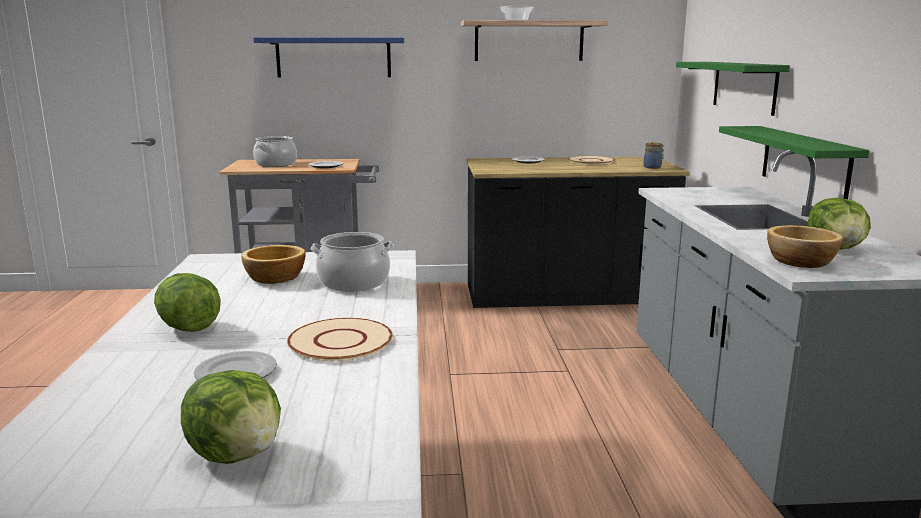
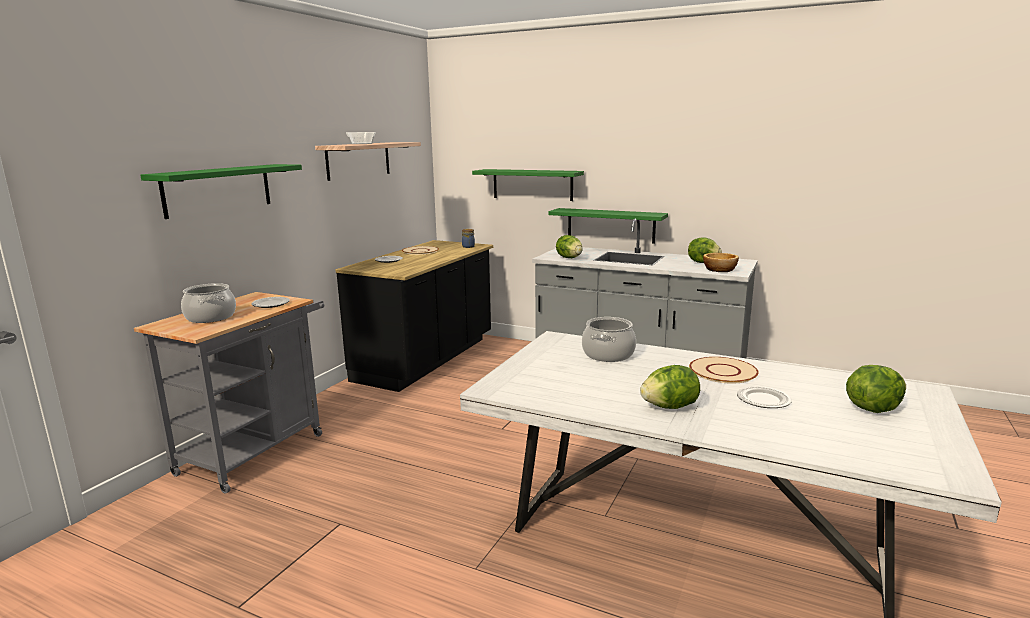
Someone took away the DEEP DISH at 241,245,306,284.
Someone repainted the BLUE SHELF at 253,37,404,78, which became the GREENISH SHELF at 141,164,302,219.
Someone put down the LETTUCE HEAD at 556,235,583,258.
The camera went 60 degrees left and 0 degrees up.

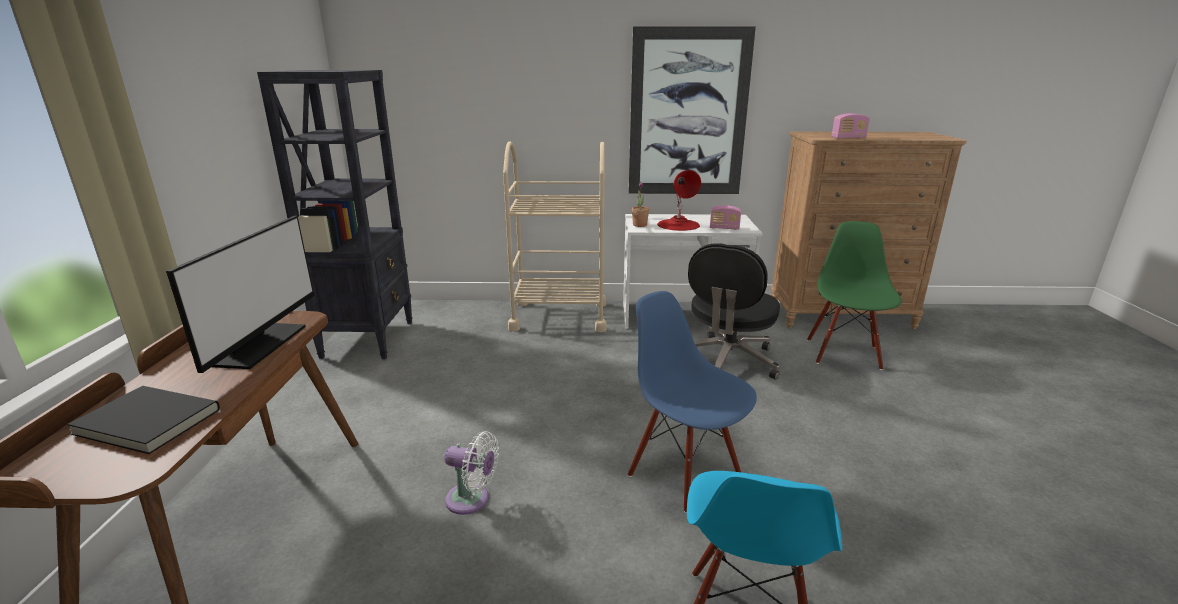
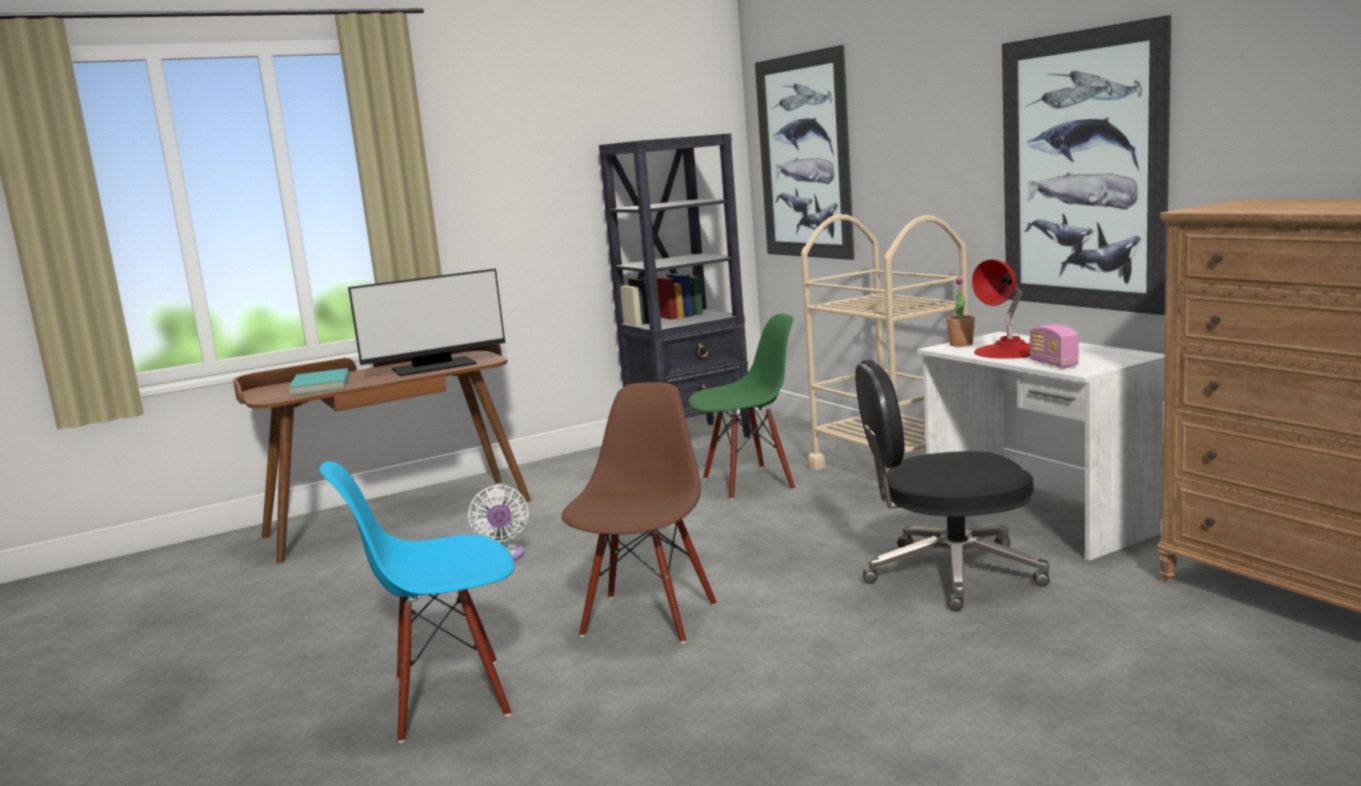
Someone repainted the BLACK-COLOURED BOOK at 67,386,220,454, which became the TURQUOISE BOOK at 289,368,349,396.
Someone repainted the BLUE UPRIGHT CHAIR at 628,291,757,513, which became the BROWNISH UPRIGHT CHAIR at 562,382,717,643.
Someone carried the GREENISH UPRIGHT CHAIR from 807,221,902,370 to 689,314,795,500.
Someone took away the RADIO SET at 832,113,870,139.
Someone put up the WALL ART at 755,45,854,260.
The camera went 60 degrees right and 10 degrees down.

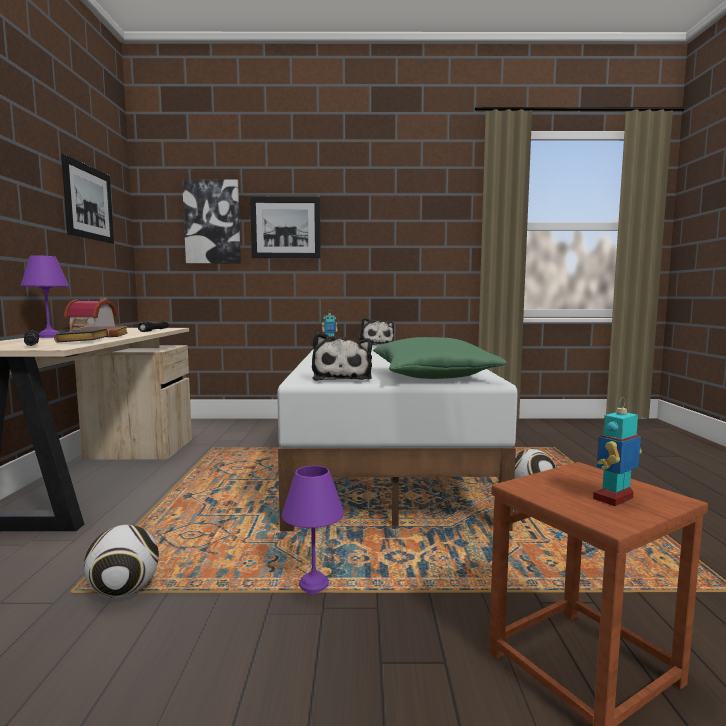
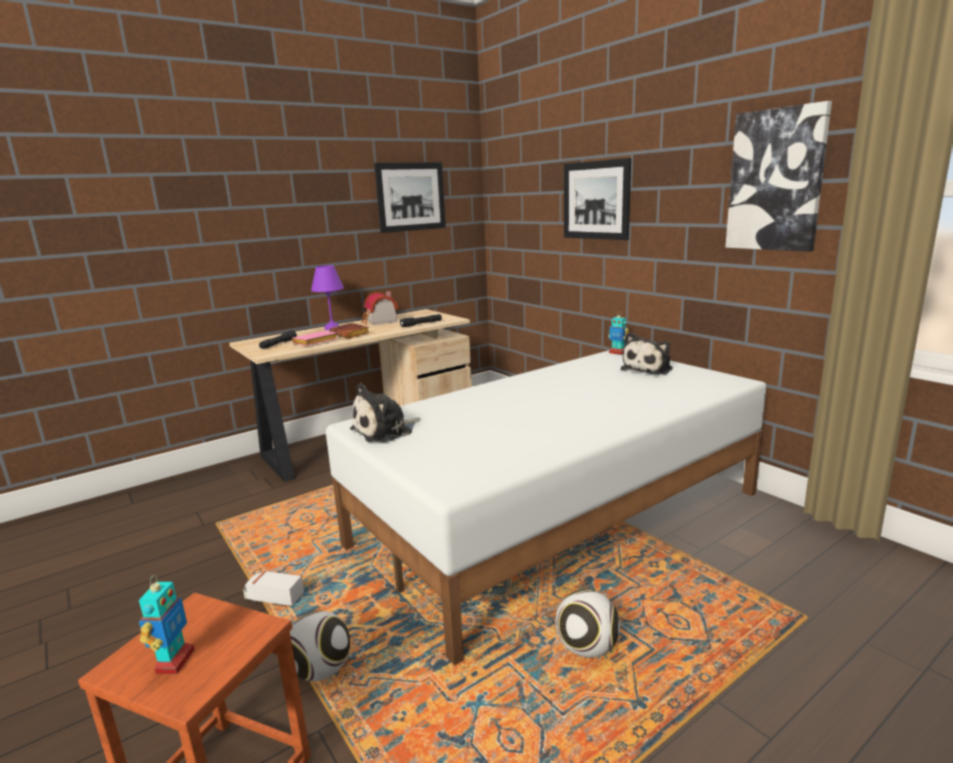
Someone repainted the BLACK-COLOURED BOOK at 54,329,108,342, which became the PINK-COLOURED BOOK at 292,331,338,346.
Someone carried the BALL FOR FOOTBALL from 84,525,159,598 to 290,611,350,681.
Someone carried the WALL ART from 182,179,241,263 to 725,101,832,252.
Someone swapped the PURPLE-COLOURED LAMP FOR A TABLE at 282,466,344,594 for the TOY TRUCK at 243,570,304,606.
Someone took away the GREENISH CUSHION at 373,337,507,379.
Someone rotated the MODEL ROBOT at 593,397,642,506 by 75 degrees clockwise.
The camera went 55 degrees right and 10 degrees up.

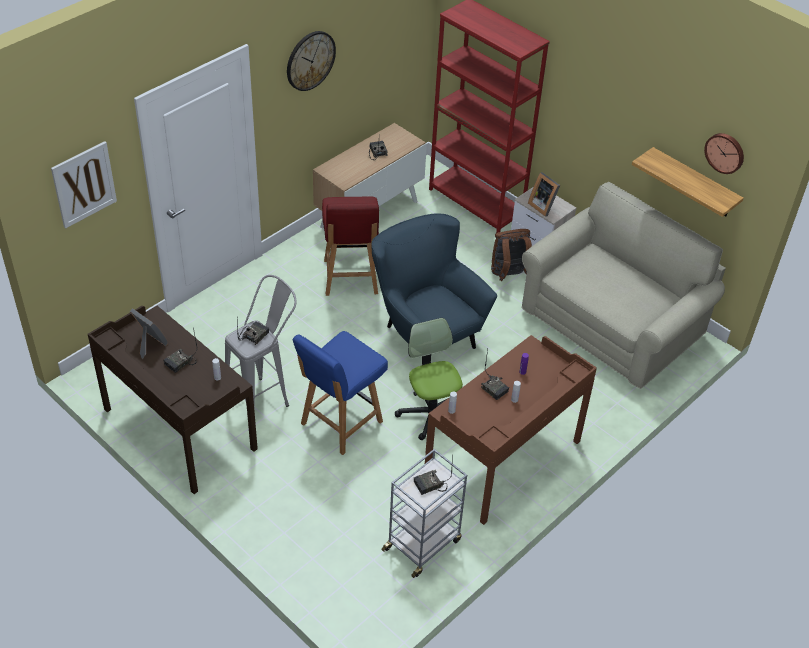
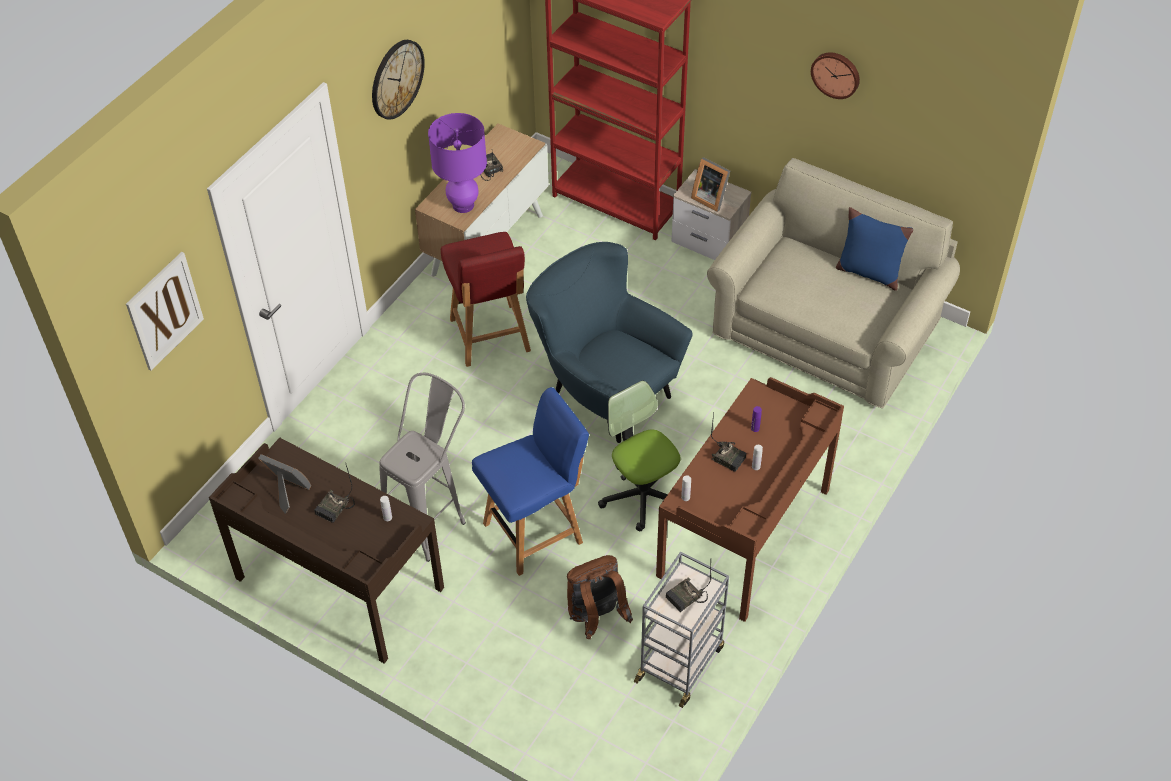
Someone took away the RADIO SET at 237,317,269,345.
Someone rotated the BLUE UPRIGHT CHAIR at 293,331,388,455 by 150 degrees counterclockwise.
Someone carried the BROWNISH BACKPACK from 491,229,532,281 to 567,555,633,639.
Someone took away the SHELF at 632,147,744,217.
Someone carried the HANGING CLOCK from 704,133,744,174 to 811,52,860,99.
Someone put down the PURPLE-COLOURED LAMP FOR A TABLE at 428,113,487,213.
Someone put down the BLUE CUSHION at 836,207,913,291.
The camera went 10 degrees left and 5 degrees up.

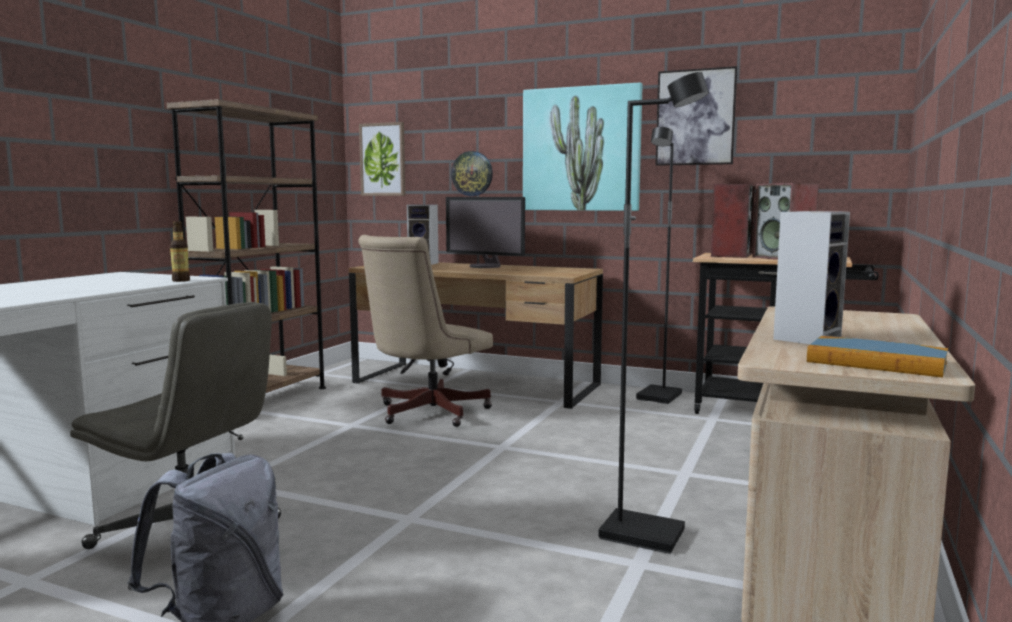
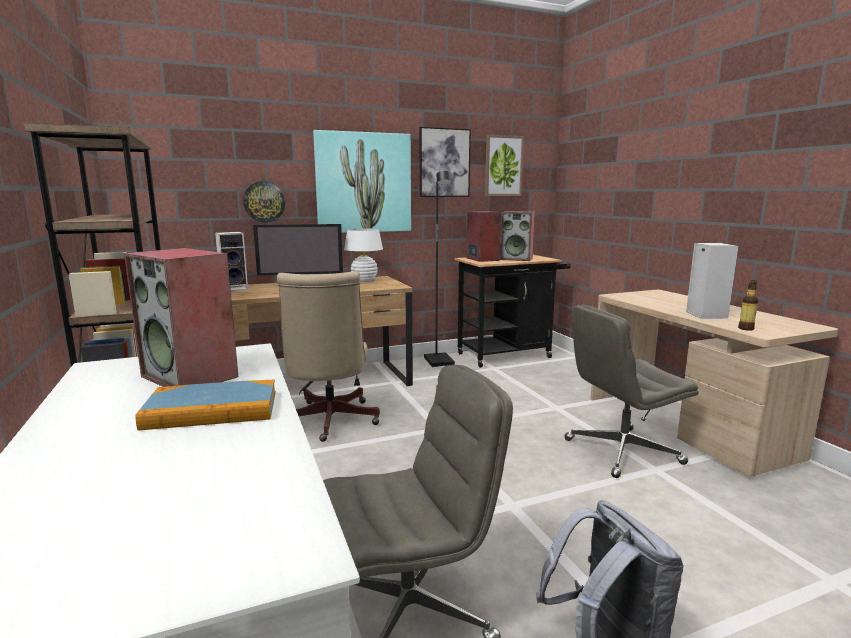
Someone carried the DRINK BOTTLE from 170,221,190,282 to 738,280,758,331.
Someone carried the WALL ART from 359,122,405,196 to 485,135,524,196.
Someone swapped the BLACK-COLOURED STANDARD LAMP at 598,72,709,554 for the GREYISH OFFICE CHAIR at 564,305,699,478.
Someone carried the BOOK from 807,336,948,378 to 135,380,276,430.
Someone put down the SPEAKER at 124,248,238,387.
Someone put down the WHITE LAMP FOR A TABLE at 344,228,383,282.
The camera went 45 degrees left and 5 degrees up.

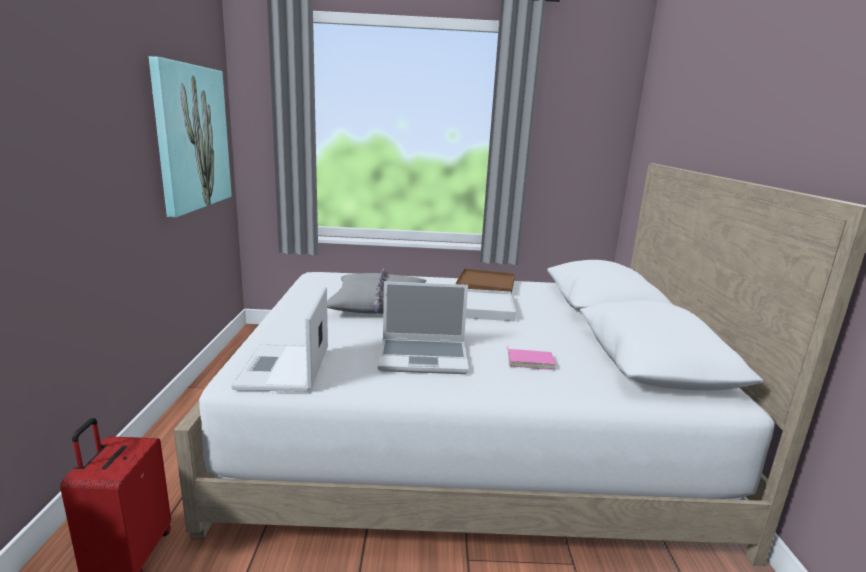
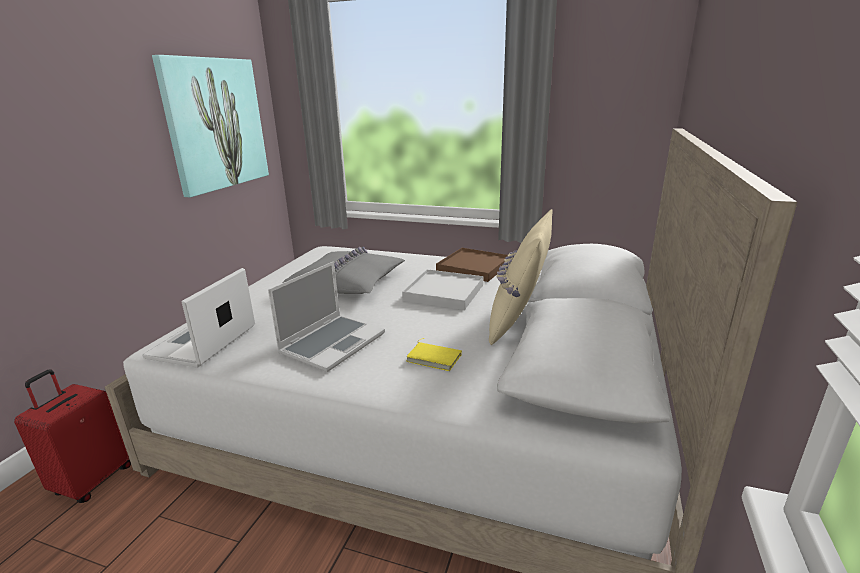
Someone rotated the LAPTOP at 378,281,469,374 by 75 degrees counterclockwise.
Someone repainted the PINK-COLOURED BOOK at 507,345,556,370, which became the YELLOWISH BOOK at 406,338,462,371.
Someone put down the SAND-COLOURED CUSHION at 489,209,552,345.
The camera went 20 degrees right and 5 degrees up.

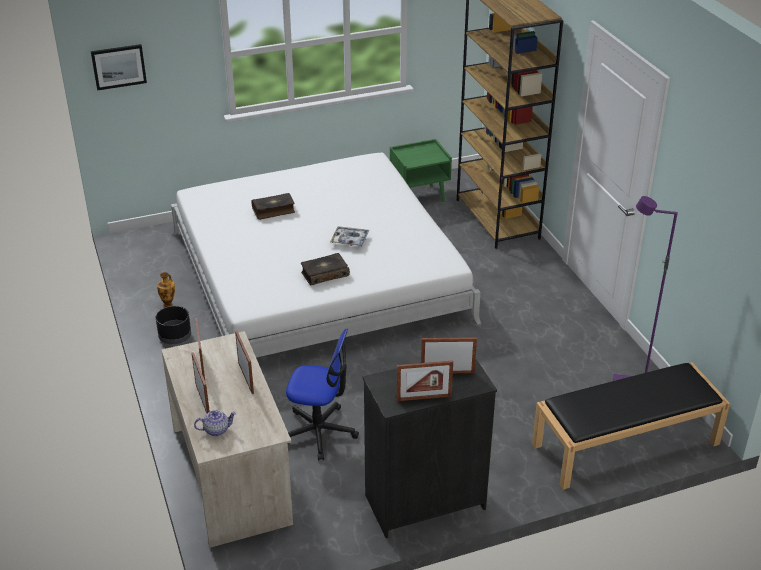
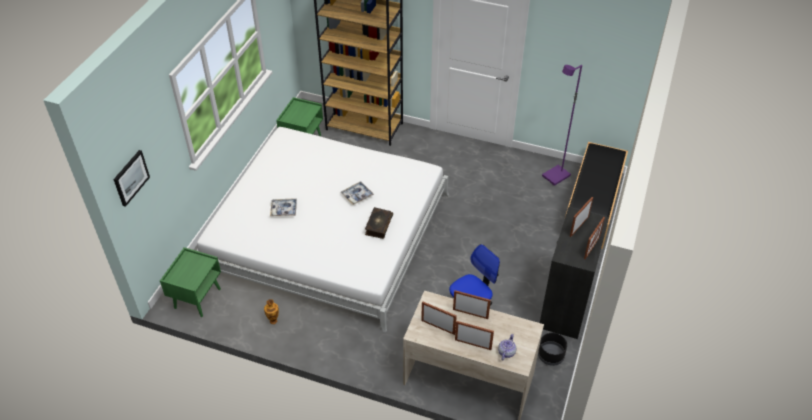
Someone carried the BLACK-COLOURED PLANTER from 156,306,191,344 to 538,333,567,366.
Someone swapped the BOOK at 251,193,295,220 for the SERVING TRAY at 270,198,297,216.
Someone put down the GREENISH NIGHTSTAND at 160,247,221,317.
The camera went 50 degrees left and 10 degrees up.

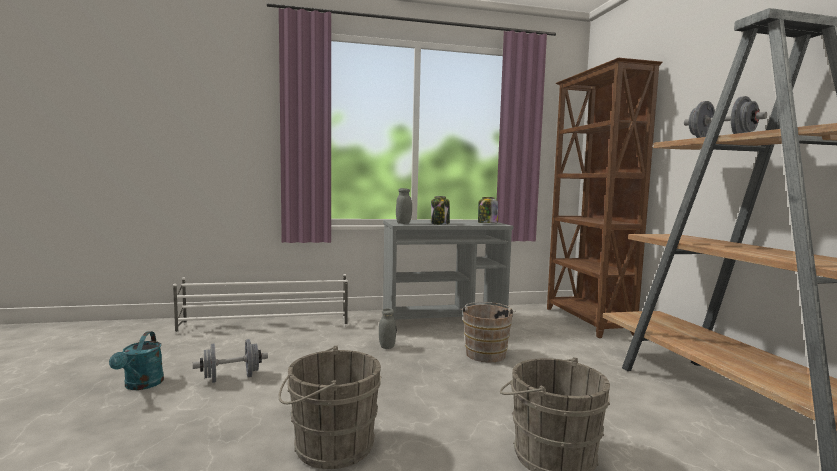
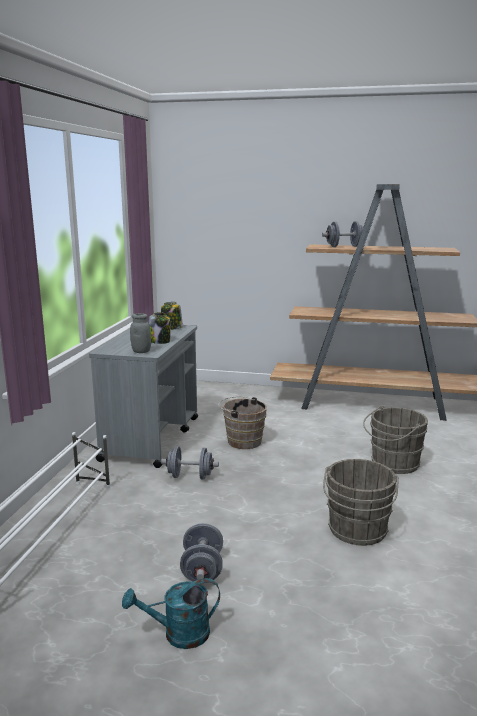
Someone rotated the TURQUOISE SPRINKLING CAN at 109,331,164,390 by 150 degrees clockwise.
Someone swapped the GREYISH JAR at 379,308,396,349 for the GREYISH DUMBBELL at 161,446,219,480.
Someone took away the BROWNISH BOOKCASE at 547,58,662,338.
The camera went 65 degrees left and 10 degrees up.

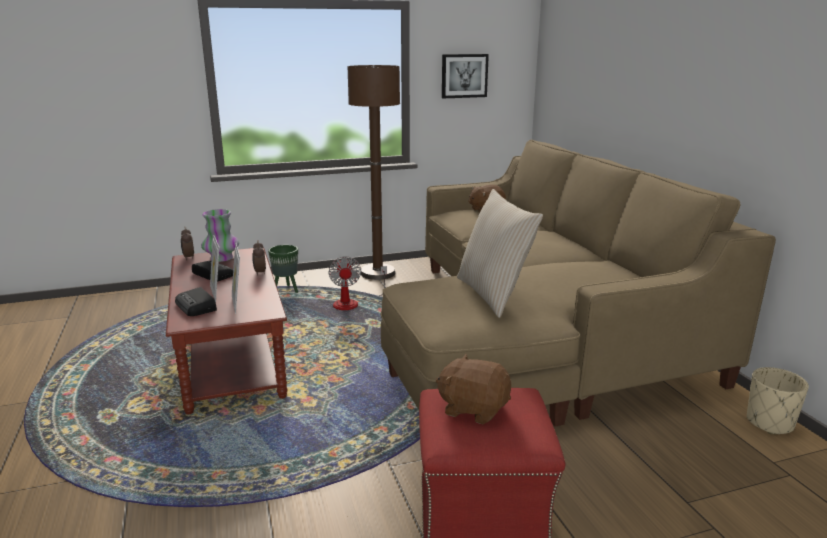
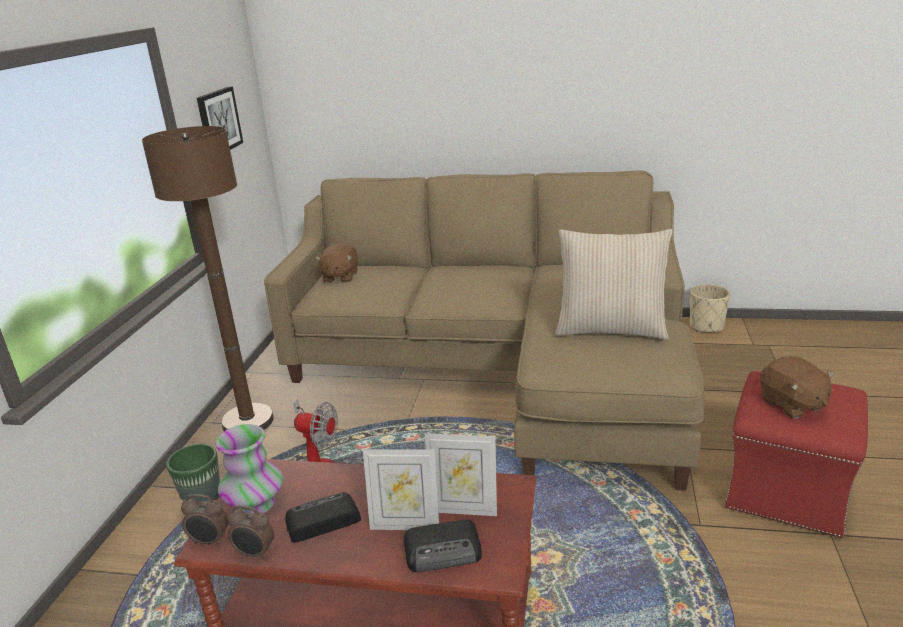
Someone carried the TABLE CLOCK from 253,240,266,276 to 227,505,274,559.
Someone rotated the BROWNISH SOFT TOY at 436,354,511,424 by 75 degrees counterclockwise.
The camera went 60 degrees left and 5 degrees up.

